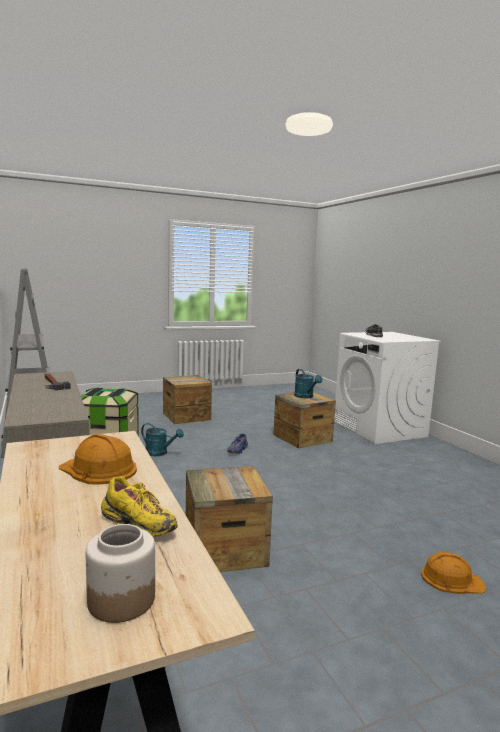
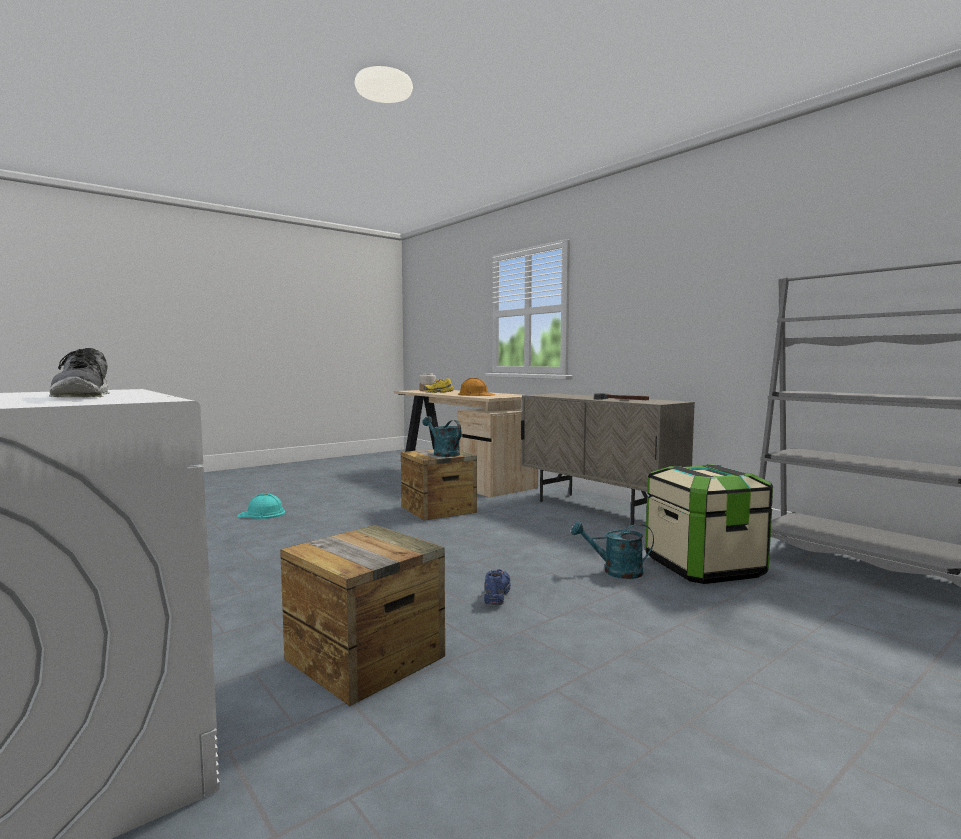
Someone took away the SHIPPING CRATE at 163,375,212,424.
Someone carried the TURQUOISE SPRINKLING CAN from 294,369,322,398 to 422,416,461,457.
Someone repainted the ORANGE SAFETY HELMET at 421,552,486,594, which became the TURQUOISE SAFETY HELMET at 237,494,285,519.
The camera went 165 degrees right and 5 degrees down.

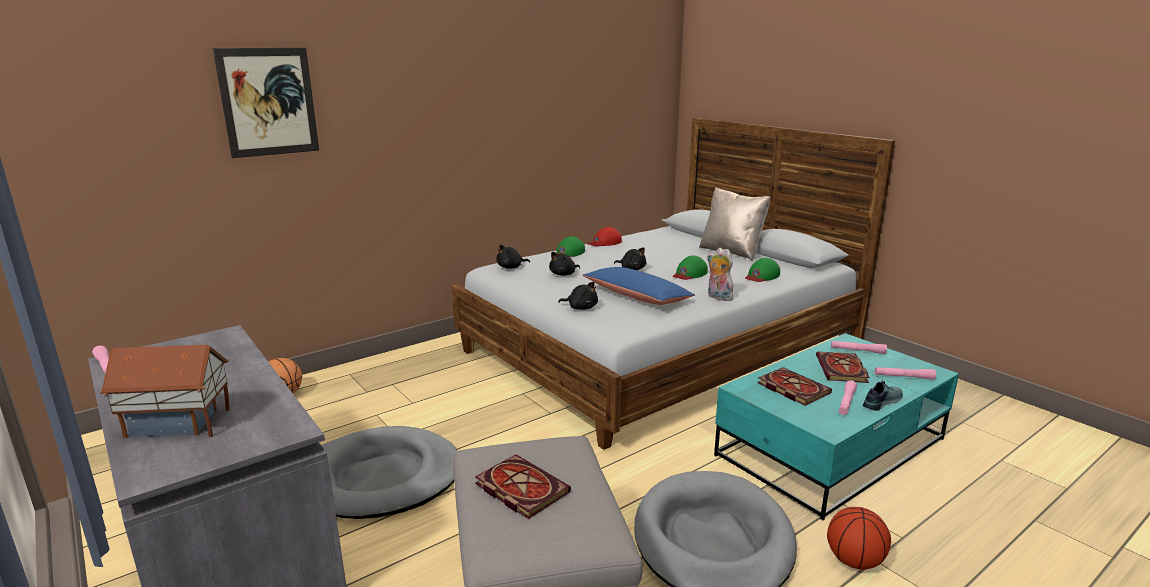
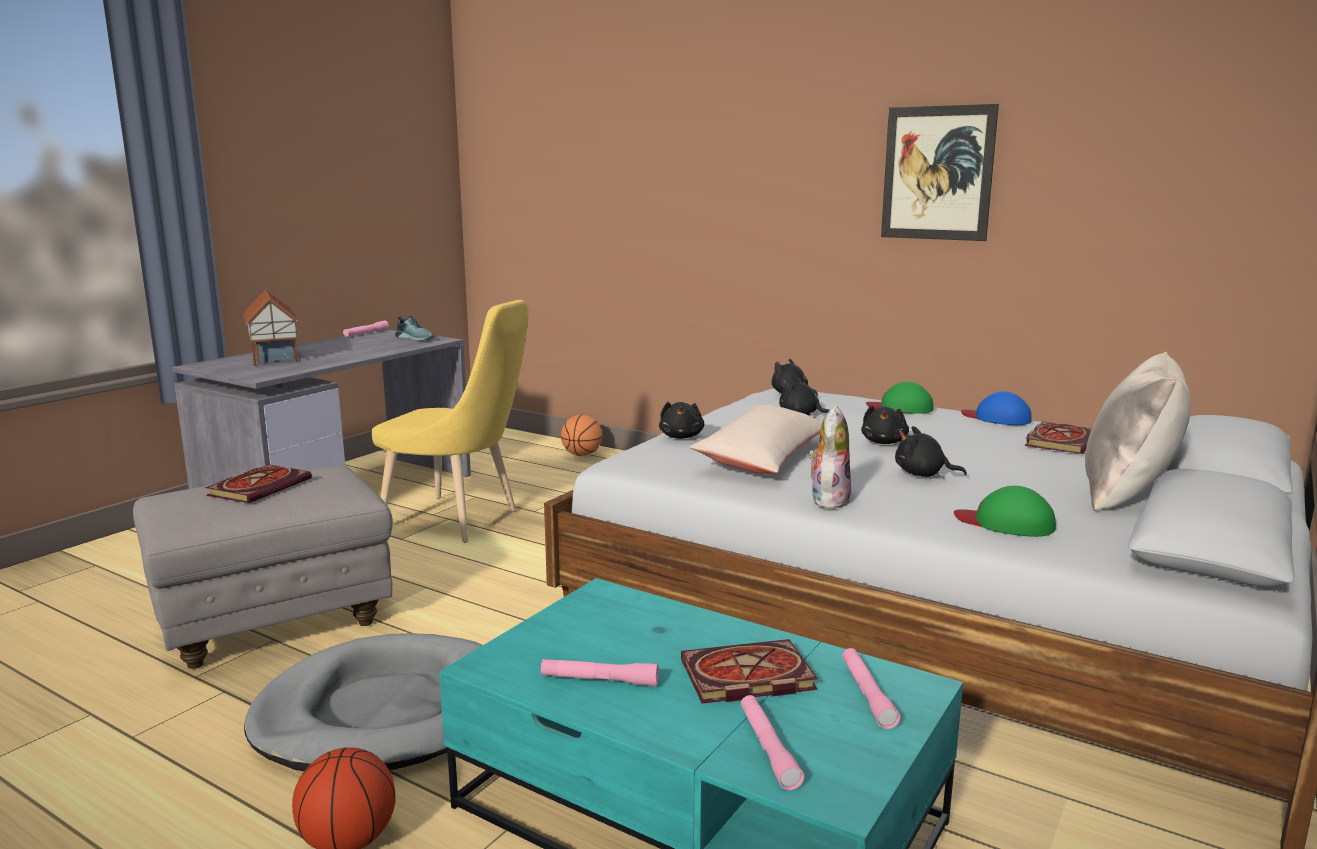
Someone carried the WALL ART from 213,48,319,158 to 881,104,999,241.
Someone swapped the GREYISH DOG BED at 321,426,457,519 for the YELLOWISH UPRIGHT CHAIR at 372,300,529,543.
Someone repainted the BLUE CUSHION at 582,267,695,305, which became the SAND-COLOURED CUSHION at 690,405,822,474.
Someone repainted the RED CAP at 587,227,622,247, which became the BLUE CAP at 961,391,1032,425.
Someone swapped the GREENISH CAP at 673,255,708,280 for the BLACK-COLOURED SOFT TOY at 895,426,967,478.
Someone carried the BOOK from 757,367,832,406 to 1025,421,1092,454.
Someone carried the ITEM OF FOOTWEAR from 863,381,903,411 to 395,315,435,341.
The camera went 70 degrees right and 5 degrees down.

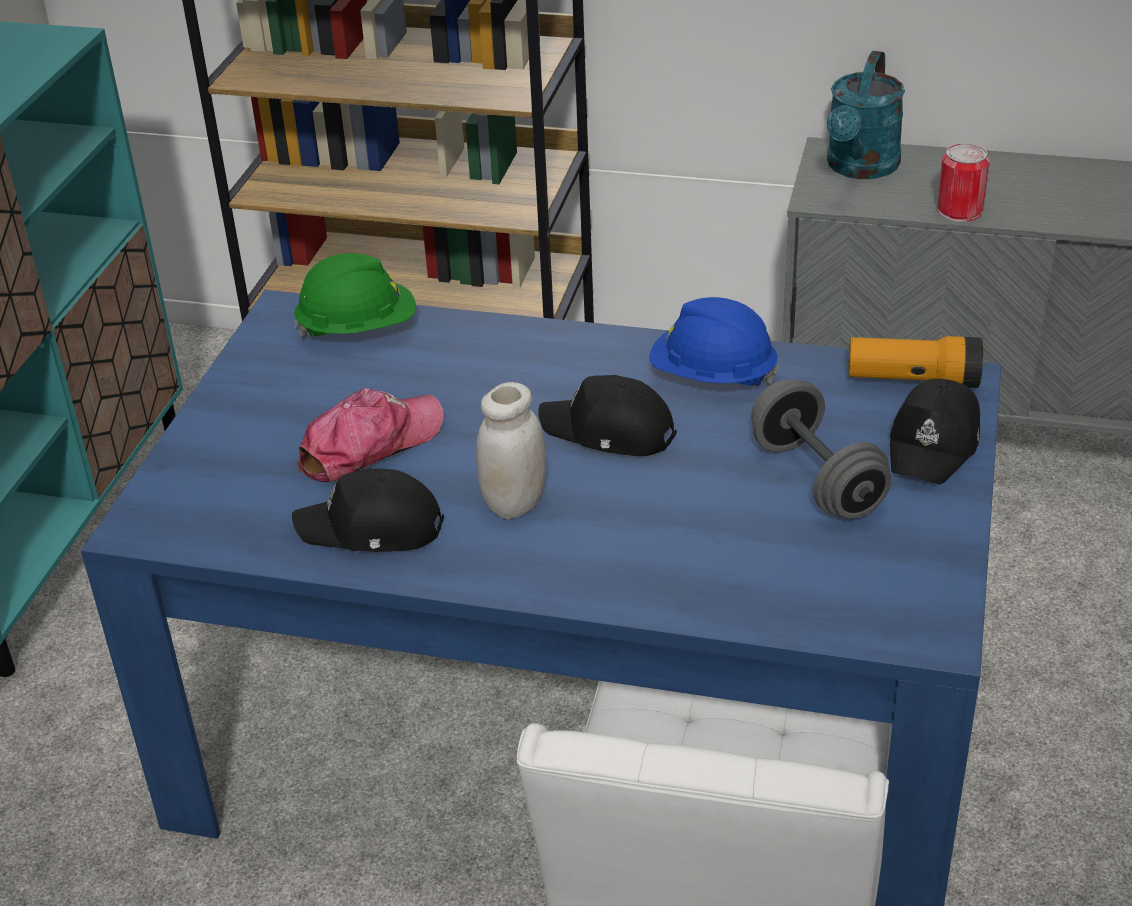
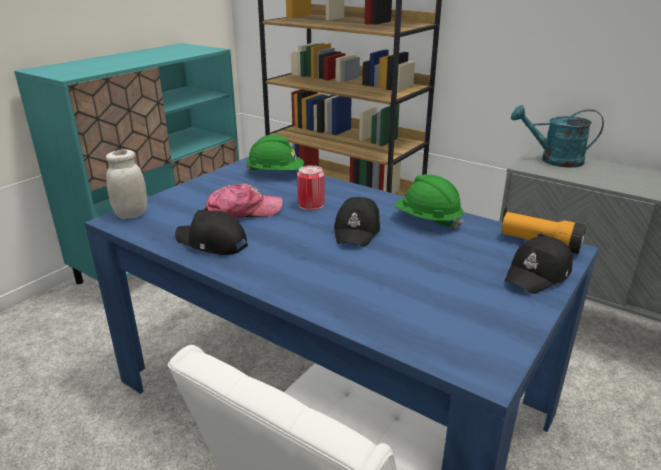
Someone carried the WHITE JAR from 476,382,546,519 to 106,150,147,219.
Someone rotated the BLACK-COLOURED CAP at 538,375,677,456 by 120 degrees counterclockwise.
Someone repainted the BLUE SAFETY HELMET at 649,297,779,386, which became the GREENISH SAFETY HELMET at 394,174,463,229.
Someone took away the GREYISH DUMBBELL at 751,380,891,519.
Someone rotated the TURQUOISE SPRINKLING CAN at 827,51,905,179 by 60 degrees clockwise.
Someone carried the SEALED CAN from 937,143,990,222 to 297,165,324,210.
The camera went 20 degrees right and 10 degrees down.

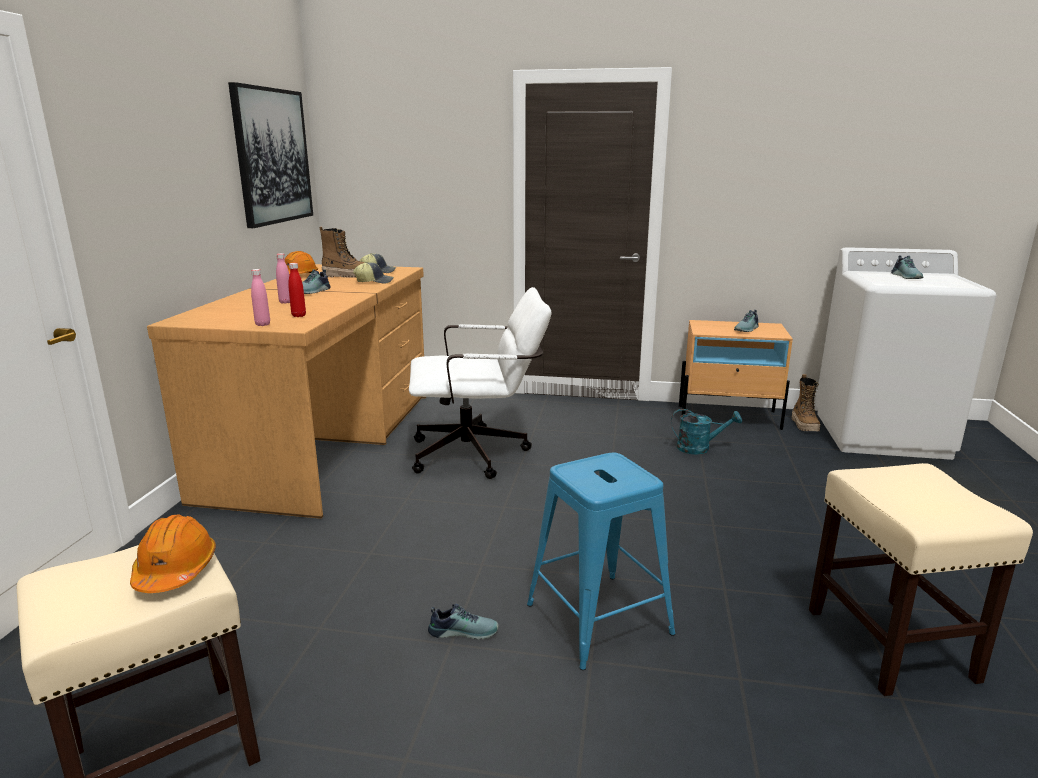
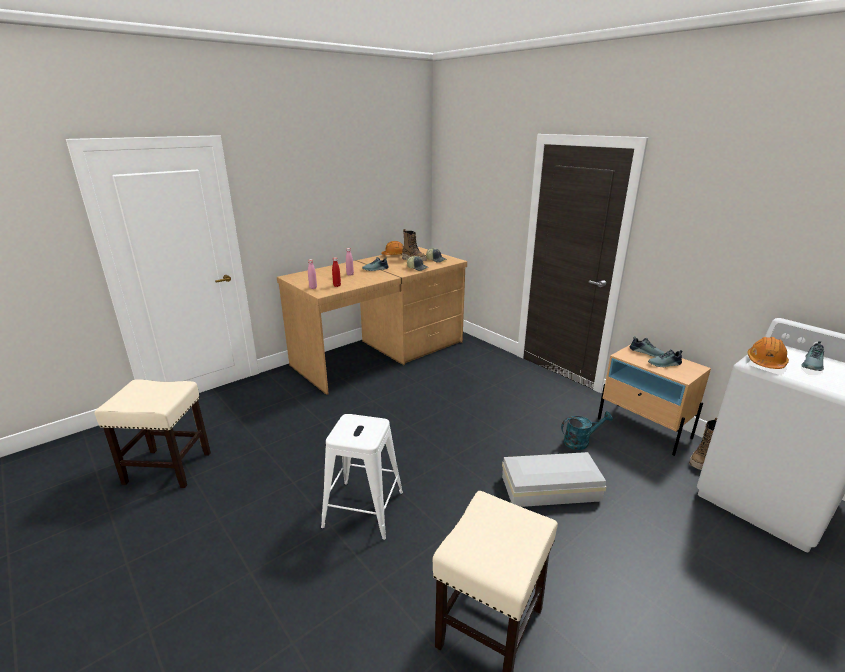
Someone carried the ORANGE SAFETY HELMET from 130,515,216,593 to 748,337,789,369.
Someone took away the WALL ART at 228,82,313,228.
Someone took away the WHITE OFFICE CHAIR at 409,287,551,479.
Someone carried the ITEM OF FOOTWEAR from 428,604,499,639 to 630,336,665,357.
Someone repainted the BLUE STOOL at 527,452,675,670, which became the WHITE STOOL at 321,414,403,540.
Someone rotated the TURQUOISE SPRINKLING CAN at 671,409,742,454 by 60 degrees counterclockwise.
Someone put down the WHITE STORAGE BOX at 502,452,606,507.
The camera went 40 degrees right and 5 degrees up.

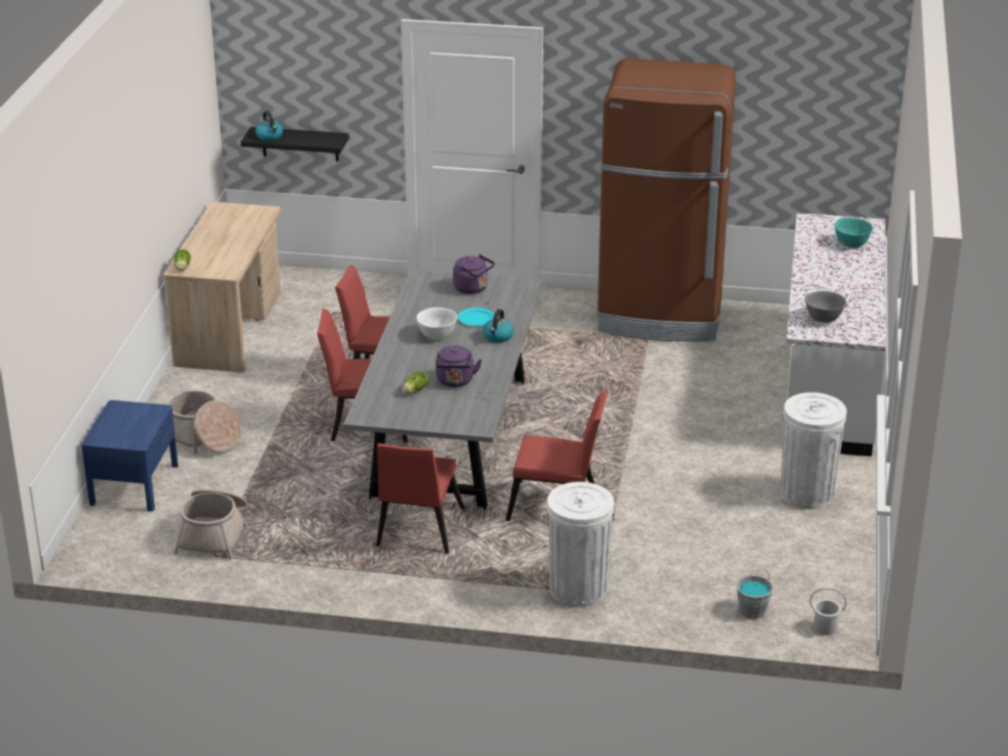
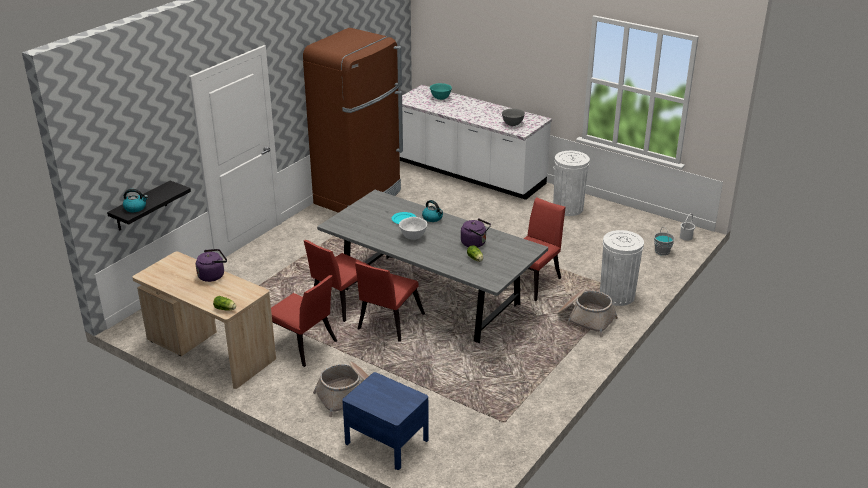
Someone carried the BASKET from 173,489,247,560 to 557,288,618,337.
Someone carried the RED UPRIGHT CHAIR from 376,443,465,554 to 271,275,337,367.
Someone carried the PURPLE-COLOURED WATER KETTLE from 453,254,495,294 to 196,249,227,282.
The camera went 65 degrees left and 0 degrees up.

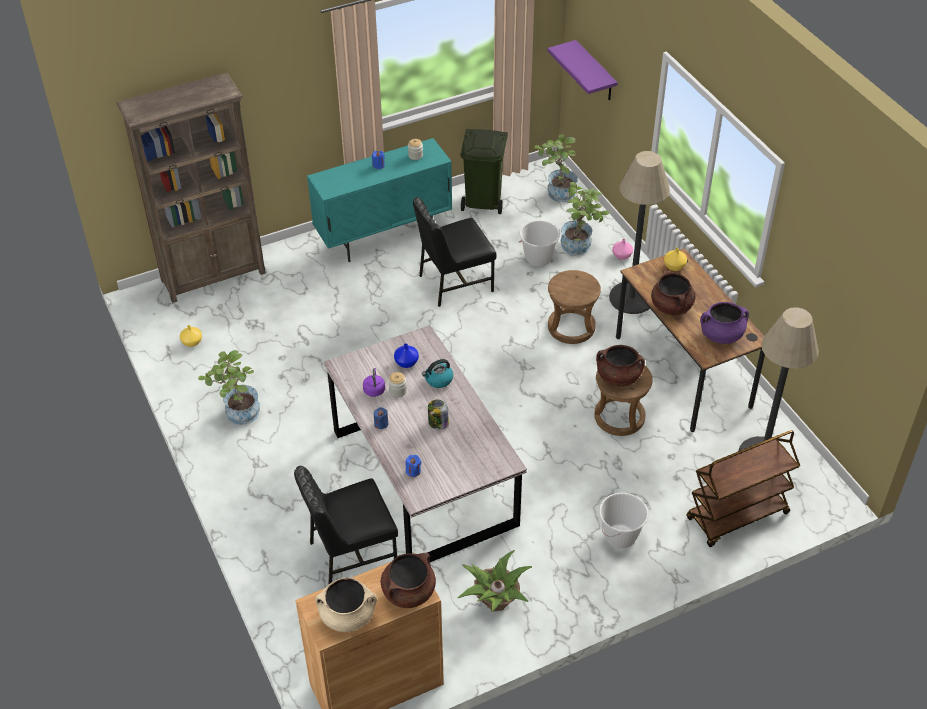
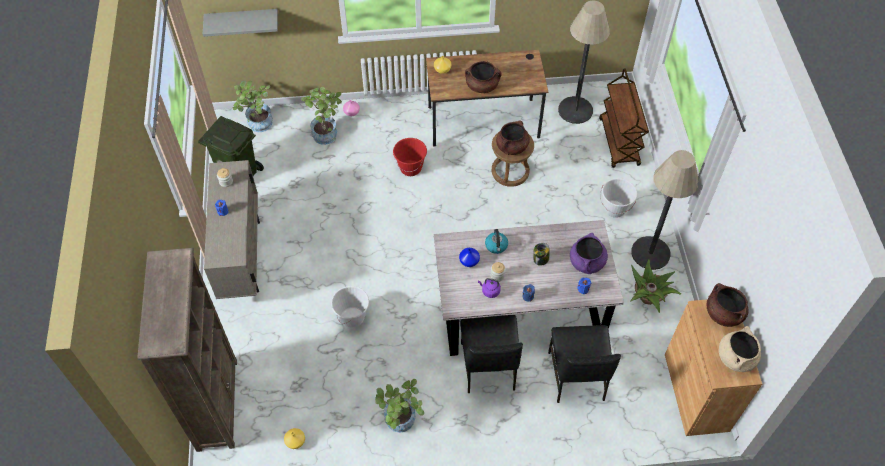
Someone repainted the TURQUOISE CABINET at 307,138,452,262, which became the SAND-COLOURED CABINET at 204,160,260,299.
Someone carried the BLACK-COLOURED UPRIGHT CHAIR from 413,197,497,307 to 460,315,523,393.
Someone carried the WHITE WATER BUCKET from 519,220,560,267 to 331,286,369,327.
Someone repainted the PURPLE-COLOURED SHELF at 547,40,618,100, which became the GREYISH SHELF at 203,9,278,37.
Someone swapped the BROWNISH STOOL at 548,270,601,344 for the RED WATER BUCKET at 393,138,427,176.
Someone carried the STANDARD LAMP from 609,151,670,314 to 631,150,698,270.
Someone carried the PURPLE-COLOURED COOKING POT from 700,302,749,344 to 570,233,608,274.
The camera went 70 degrees left and 10 degrees up.

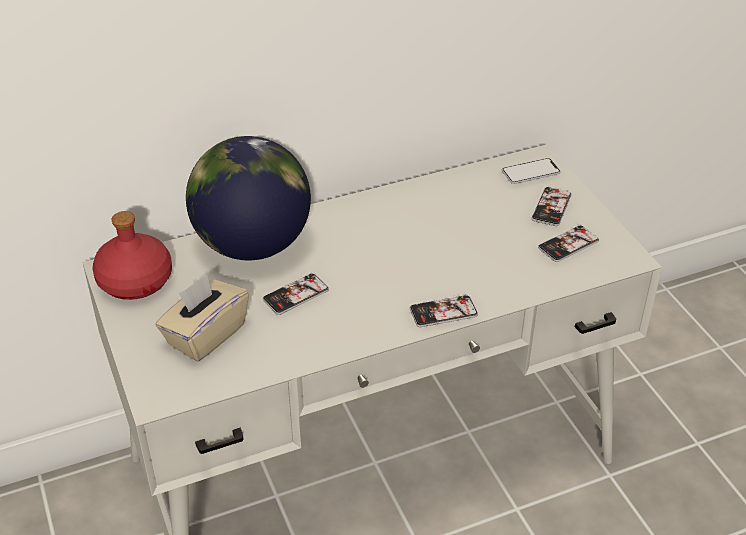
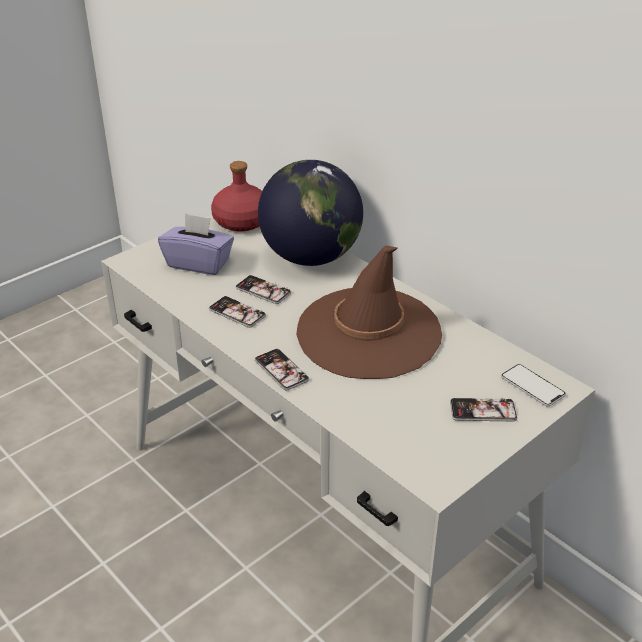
Someone repainted the SAND-COLOURED TISSUE HOLDER at 156,274,249,362, which became the PURPLE-COLOURED TISSUE HOLDER at 158,213,234,275.
Someone carried the PHONE from 538,224,599,262 to 209,296,266,328.
Someone put down the BROWNISH WEARABLE HAT at 296,246,442,379.
The camera went 70 degrees right and 5 degrees down.

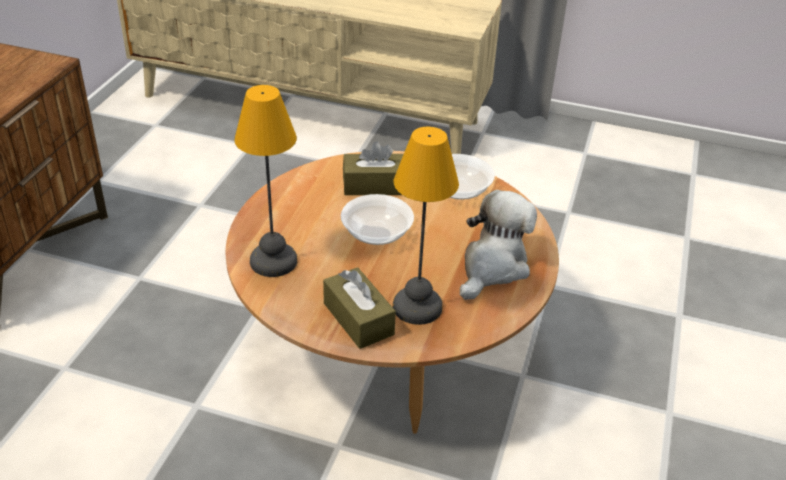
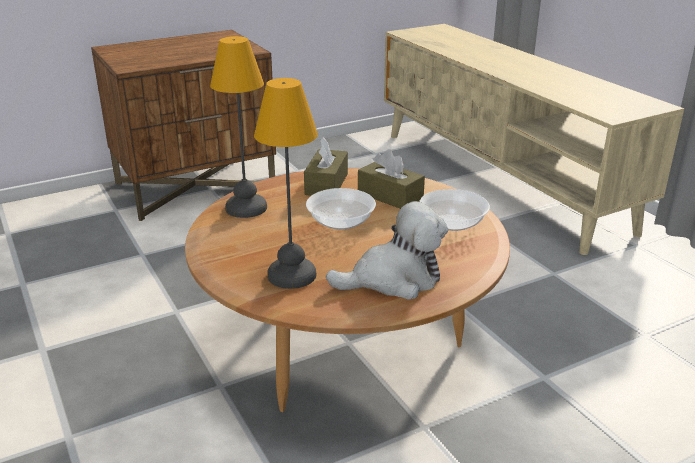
Someone carried the BROWNISH TISSUE HOLDER from 323,267,396,349 to 304,137,348,196.
The camera went 45 degrees right and 10 degrees down.

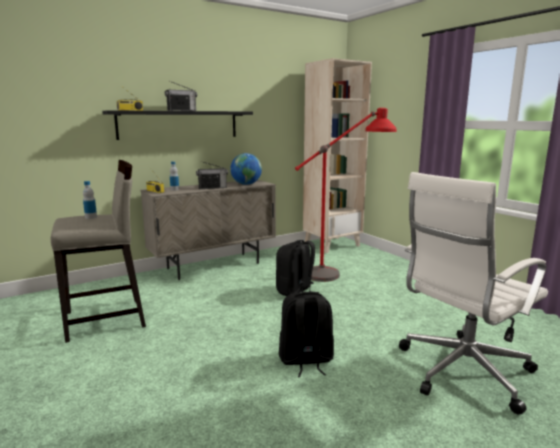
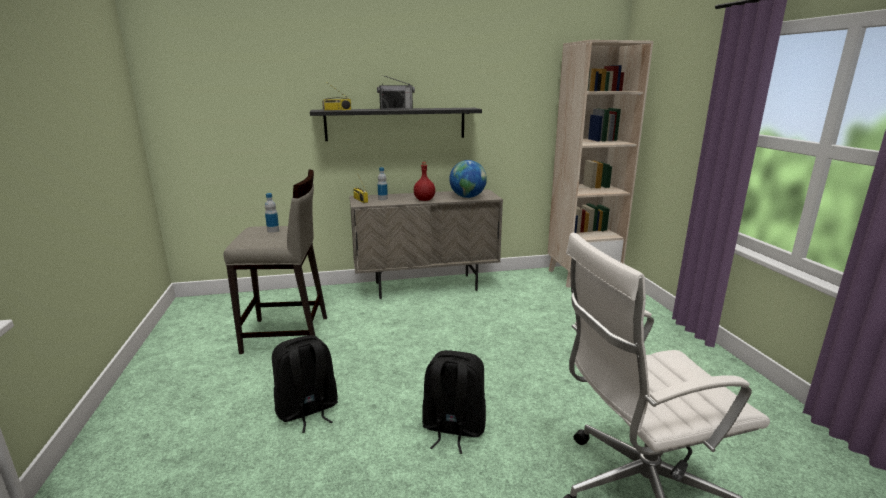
Someone swapped the RADIO SET at 196,161,228,189 for the RED DRINK BOTTLE at 414,162,435,201.
Someone carried the BLACK-COLOURED BACKPACK from 276,240,319,296 to 272,335,338,433.
Someone took away the RED STANDARD LAMP at 295,108,397,282.
The camera went 20 degrees right and 5 degrees up.

